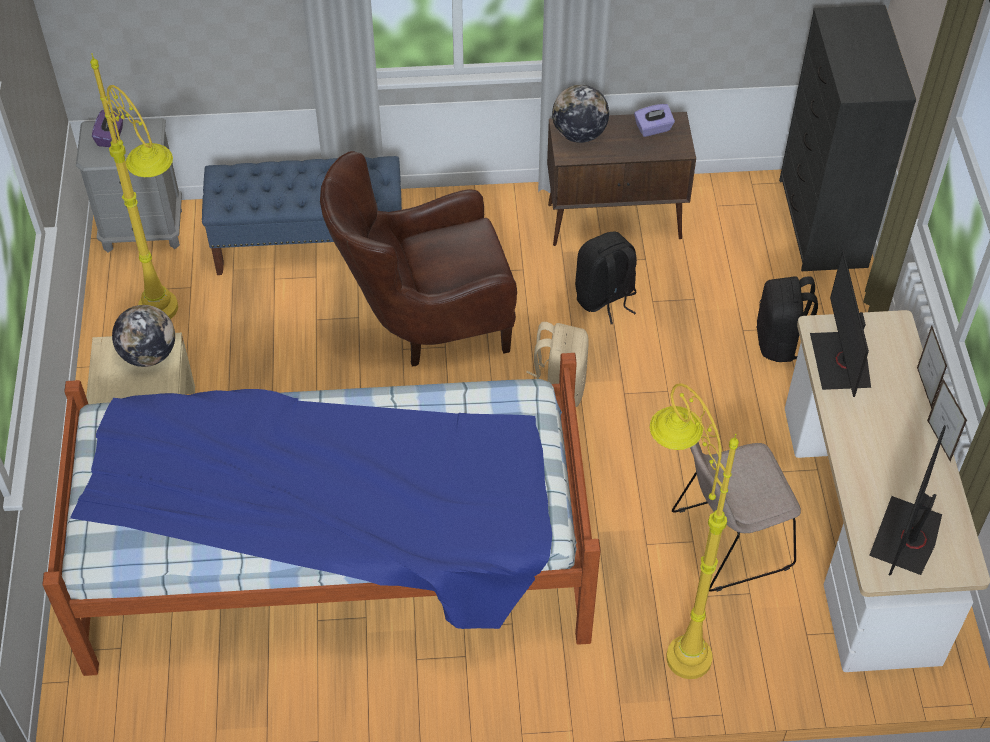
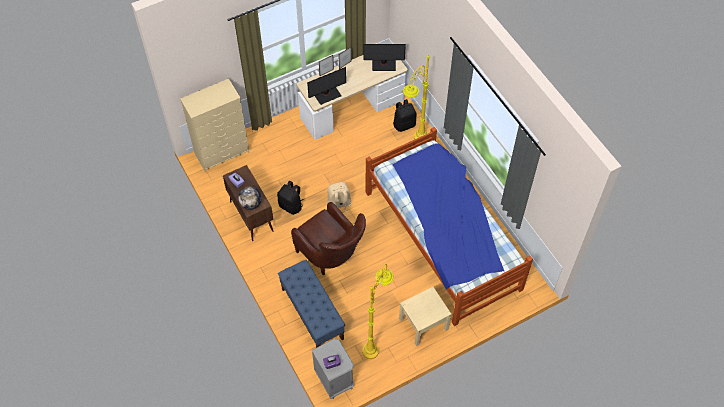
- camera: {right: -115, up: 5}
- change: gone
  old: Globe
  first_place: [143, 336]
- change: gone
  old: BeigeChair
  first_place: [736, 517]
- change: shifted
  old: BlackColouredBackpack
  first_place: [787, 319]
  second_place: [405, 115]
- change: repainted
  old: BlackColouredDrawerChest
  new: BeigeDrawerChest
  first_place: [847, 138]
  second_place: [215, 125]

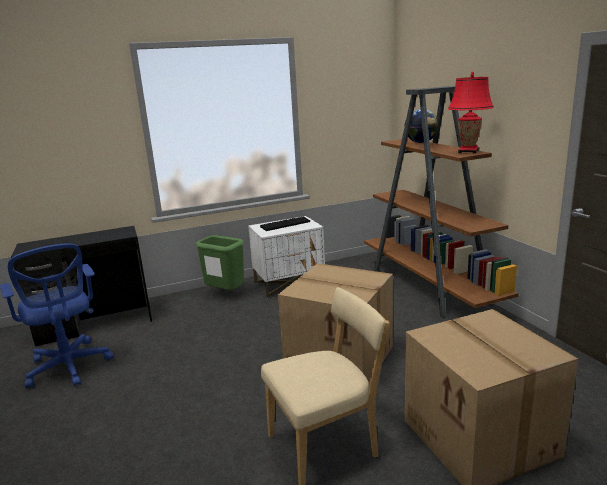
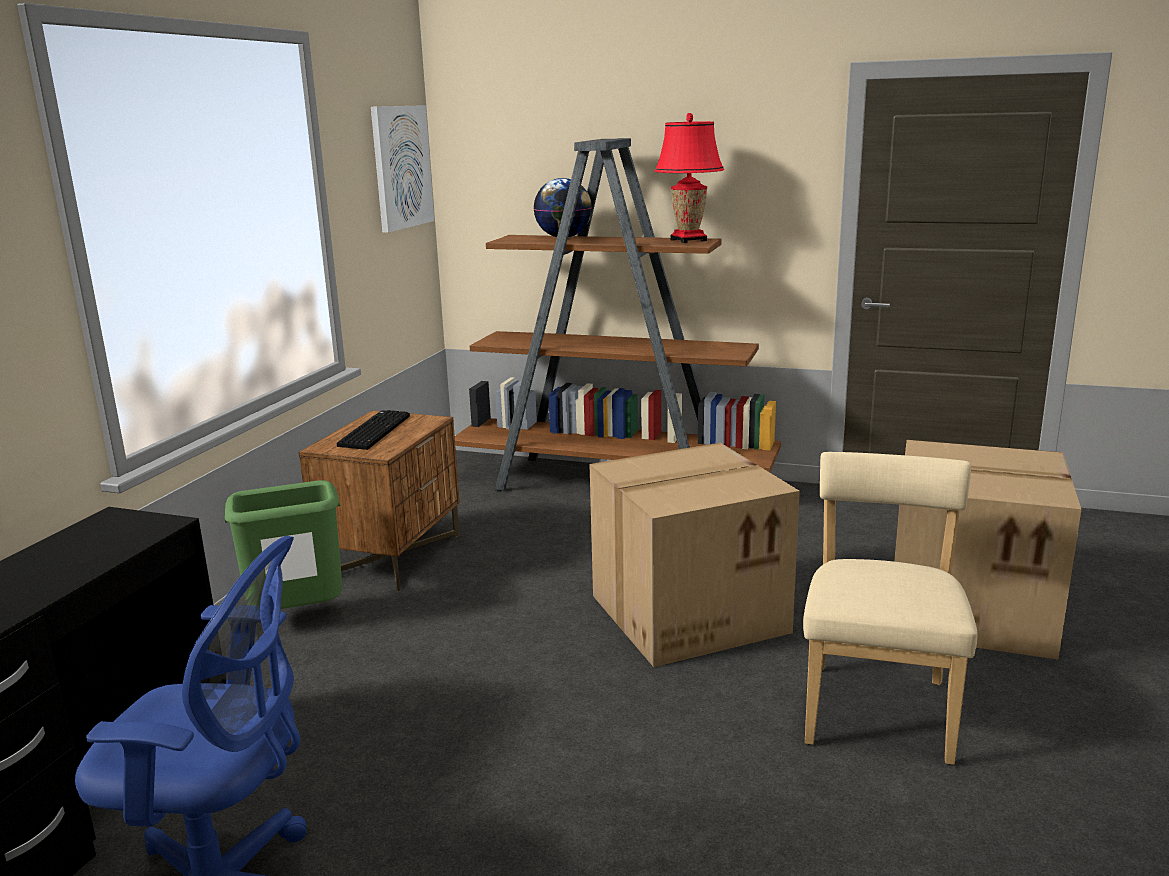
- camera: {right: -50, up: 0}
- change: repainted
  old: WhiteColouredNightTable
  new: BrownishNightTable
  first_place: [286, 257]
  second_place: [379, 501]
- change: new
  new: WallPicture
  second_place: [402, 169]

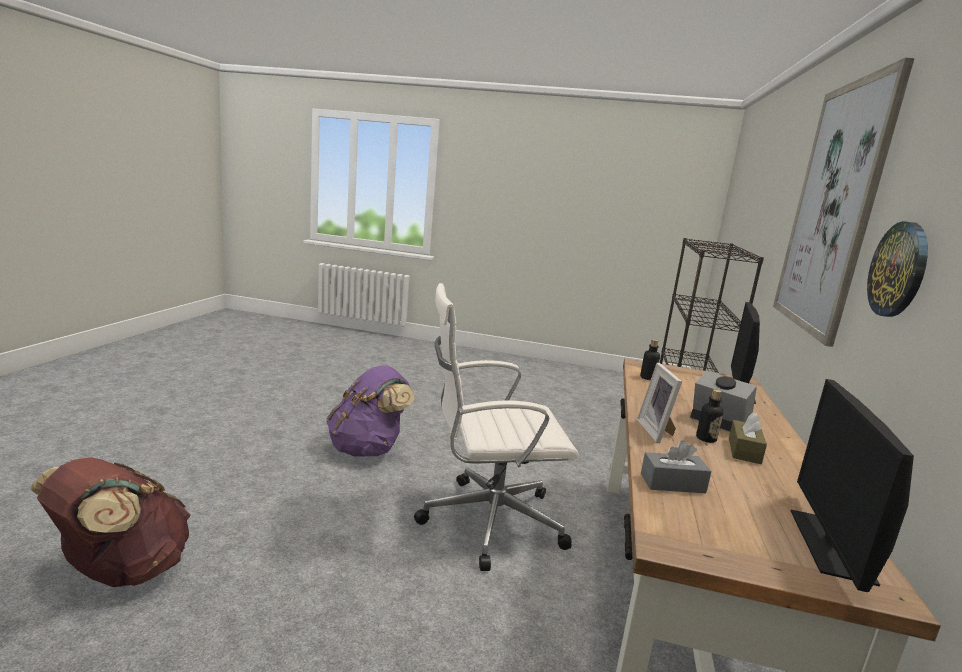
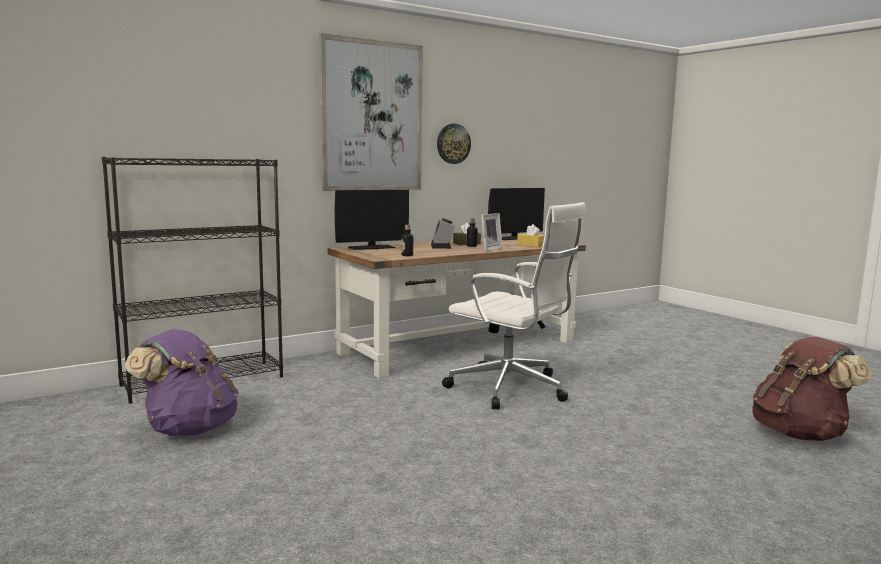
- camera: {right: -135, up: -5}
- change: shifted
  old: PurpleColouredBackpack
  first_place: [370, 411]
  second_place: [182, 382]
- change: repainted
  old: GreyishTissueHolder
  new: YellowishTissueHolder
  first_place: [676, 466]
  second_place: [531, 236]

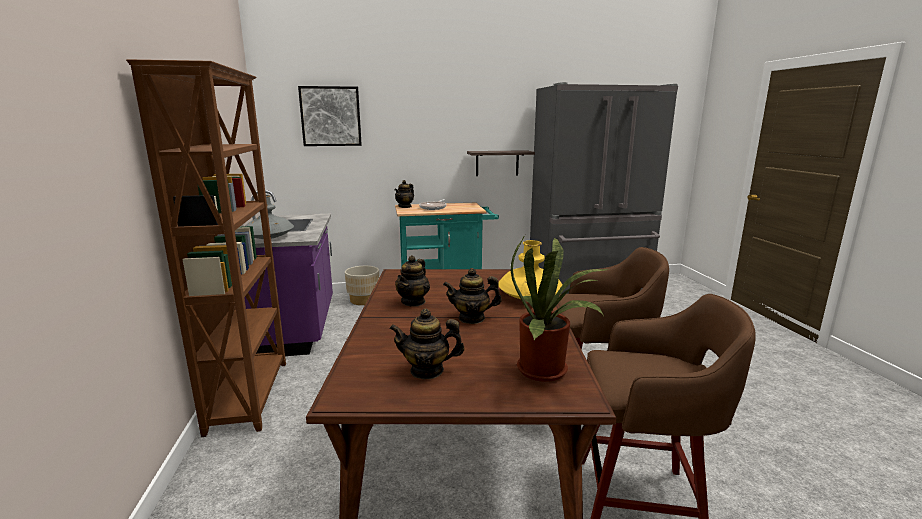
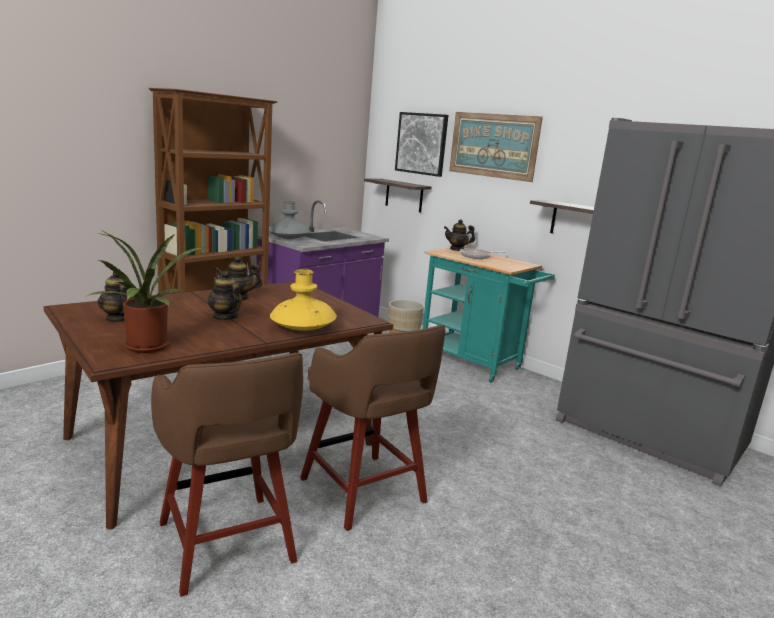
- camera: {right: 50, up: 0}
- change: new
  new: Shelf
  second_place: [398, 195]
- change: new
  new: WallPicture
  second_place: [496, 147]

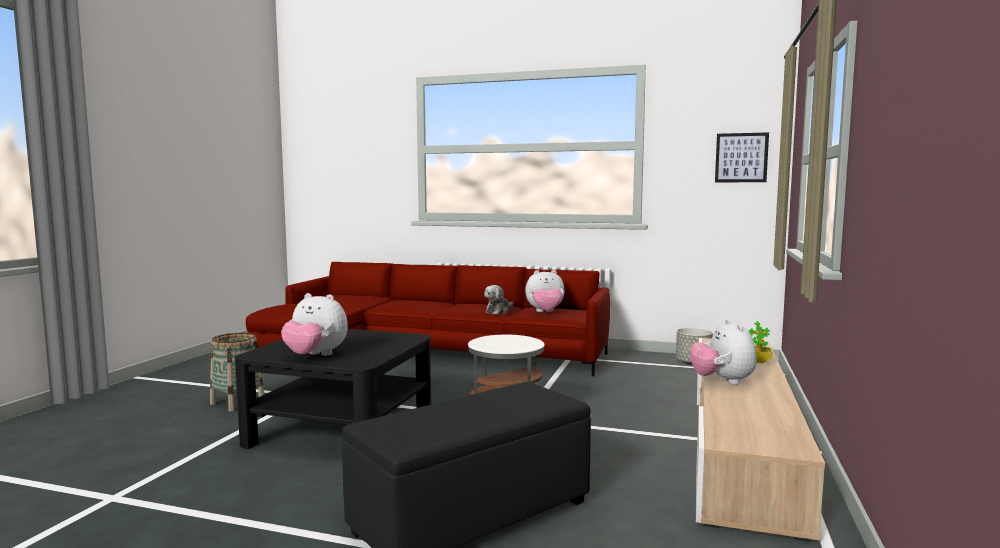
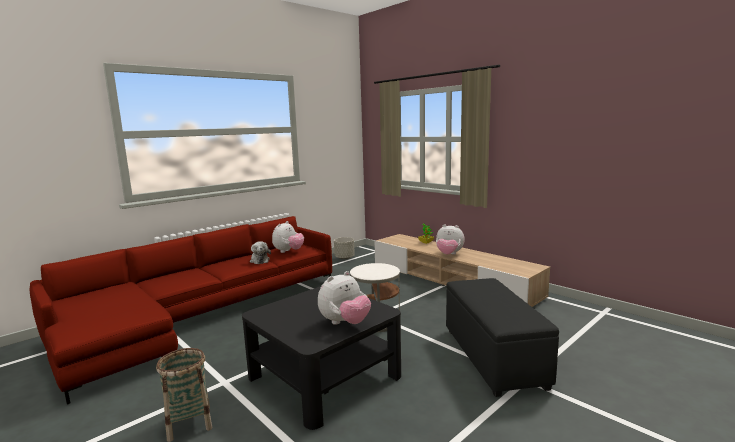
- camera: {right: -60, up: 5}
- change: gone
  old: WallPicture
  first_place: [742, 157]

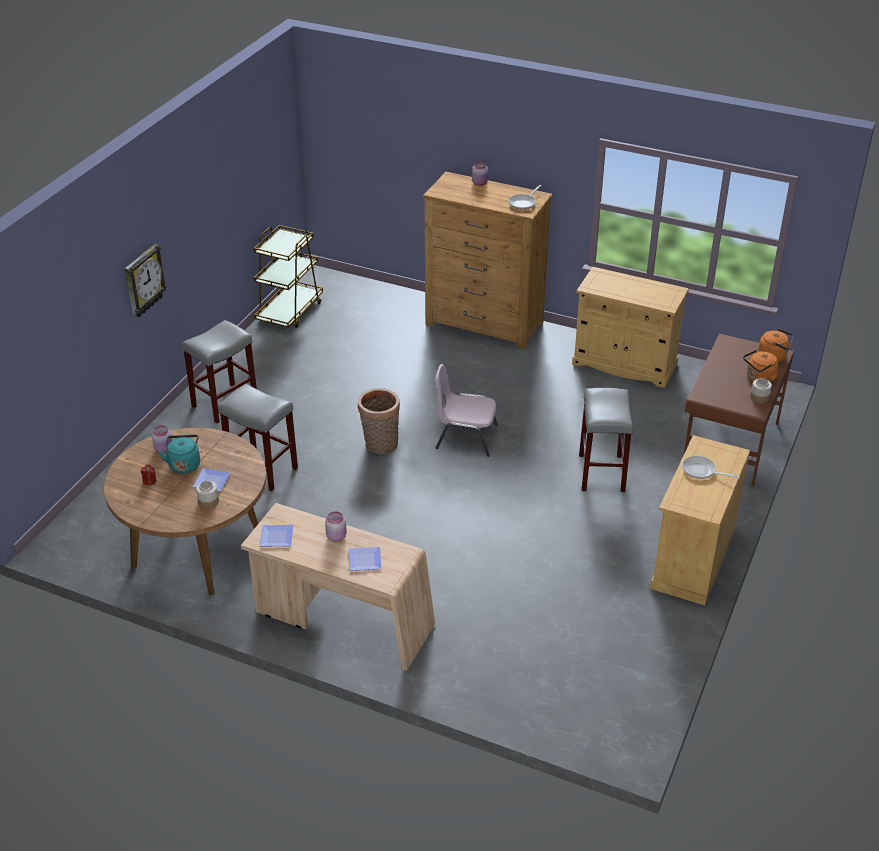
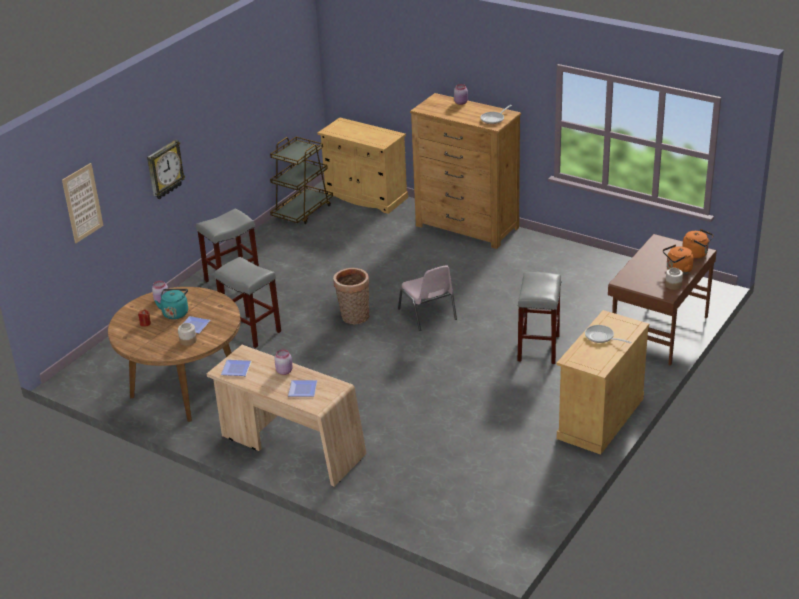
- camera: {right: 10, up: -5}
- change: rotated
  old: PinkColouredChair
  first_place: [466, 410]
  second_place: [427, 298]
  degrees: -135
- change: shifted
  old: BeigeStorageCabinet
  first_place: [630, 327]
  second_place: [363, 166]
- change: new
  new: WallPicture
  second_place: [83, 203]

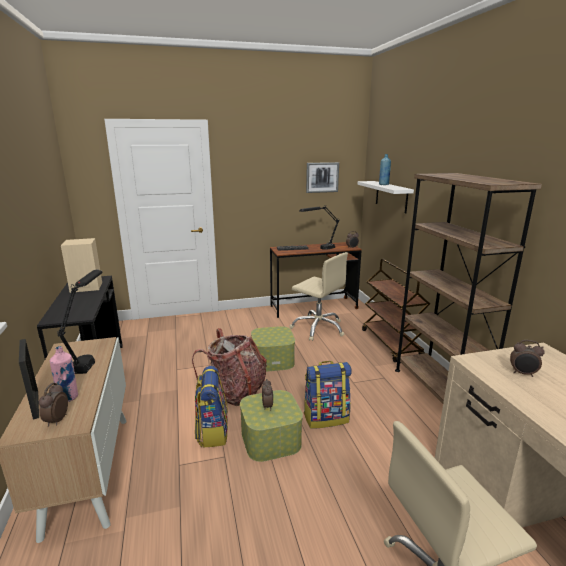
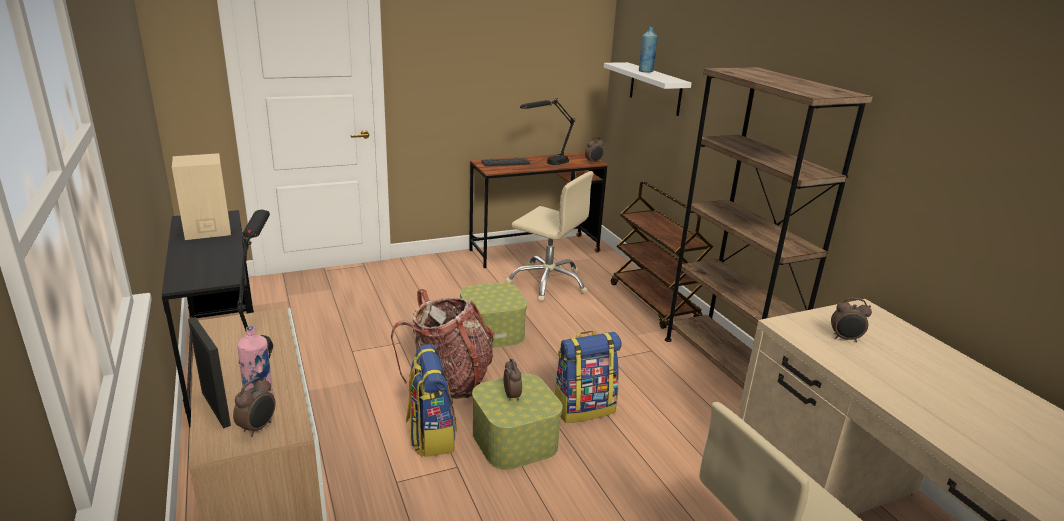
- camera: {right: -10, up: 5}
- change: rotated
  old: TableClock
  first_place: [53, 405]
  second_place: [254, 407]
  degrees: -150
- change: gone
  old: WallPicture
  first_place: [322, 177]

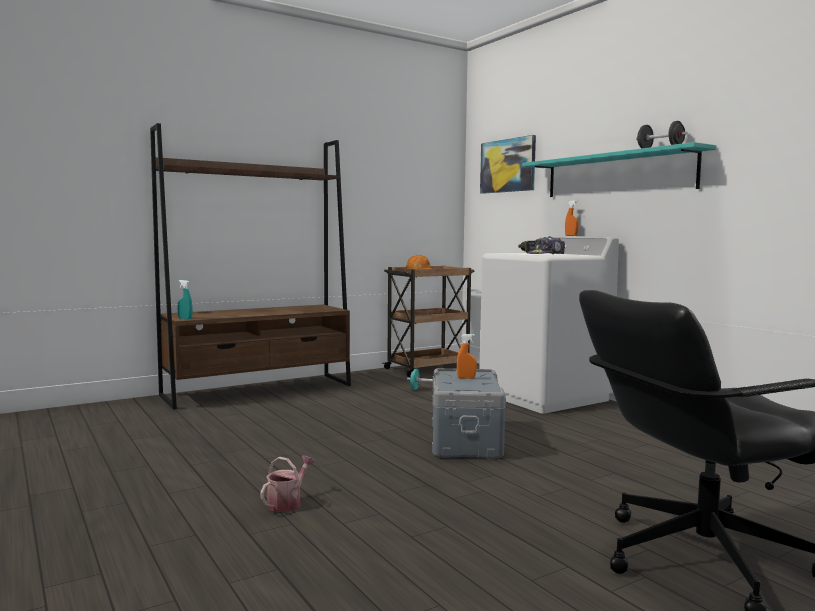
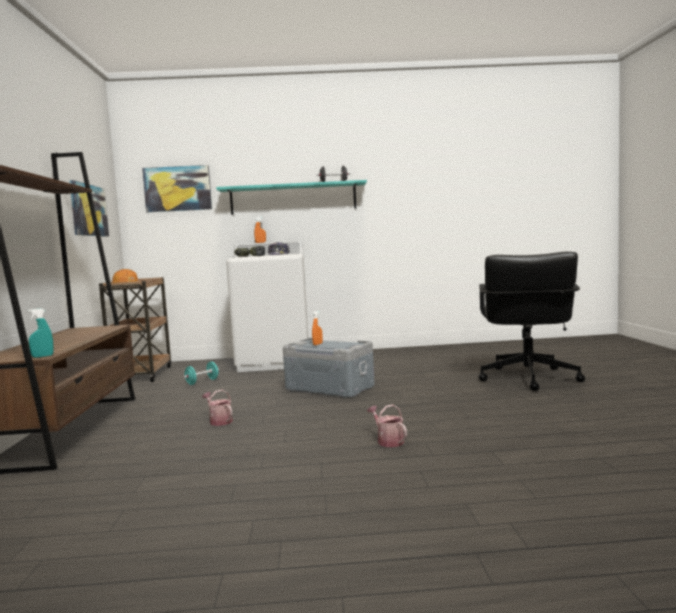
- camera: {right: -60, up: 0}
- change: new
  new: WallPicture
  second_place: [89, 208]
- change: new
  new: WateringPot
  second_place: [217, 408]

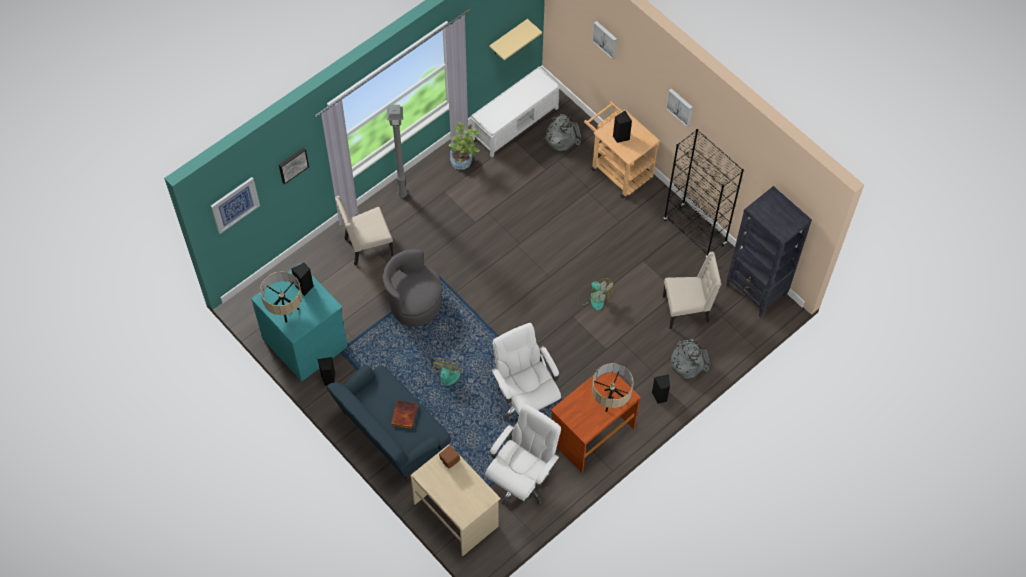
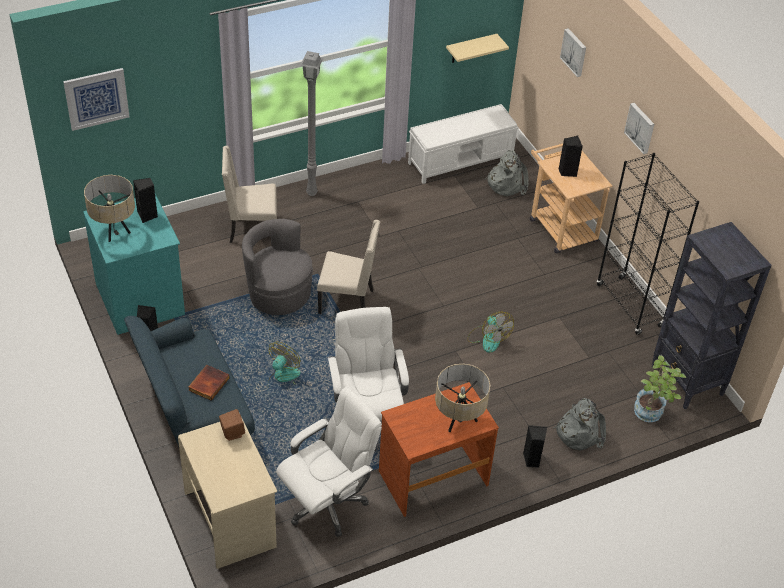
- camera: {right: 15, up: -15}
- change: gone
  old: WallPicture
  first_place: [294, 165]
- change: shifted
  old: PottedPlant
  first_place: [464, 146]
  second_place: [660, 388]
- change: shifted
  old: BeigeChair
  first_place: [692, 290]
  second_place: [348, 267]

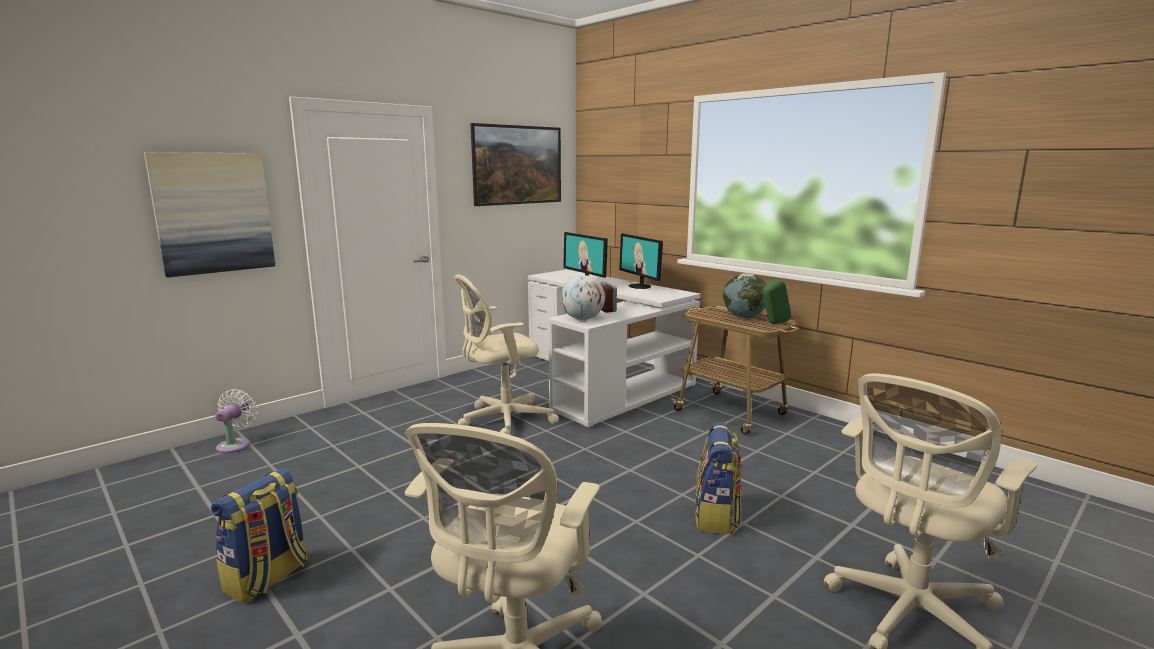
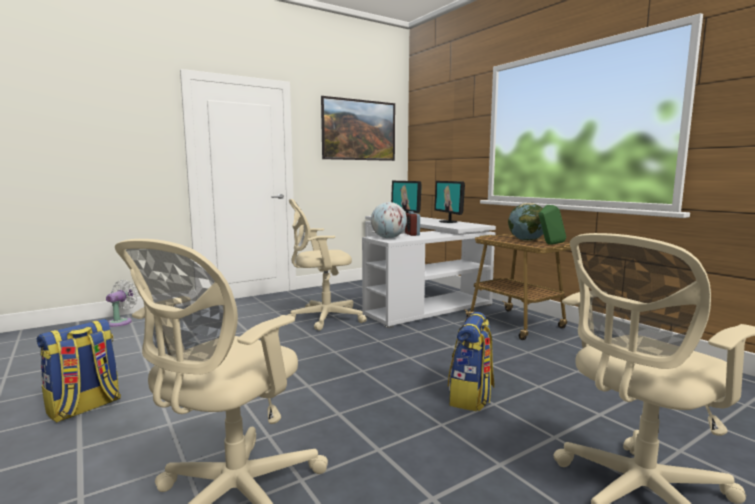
- camera: {right: 10, up: -5}
- change: gone
  old: WallPicture
  first_place: [209, 214]

